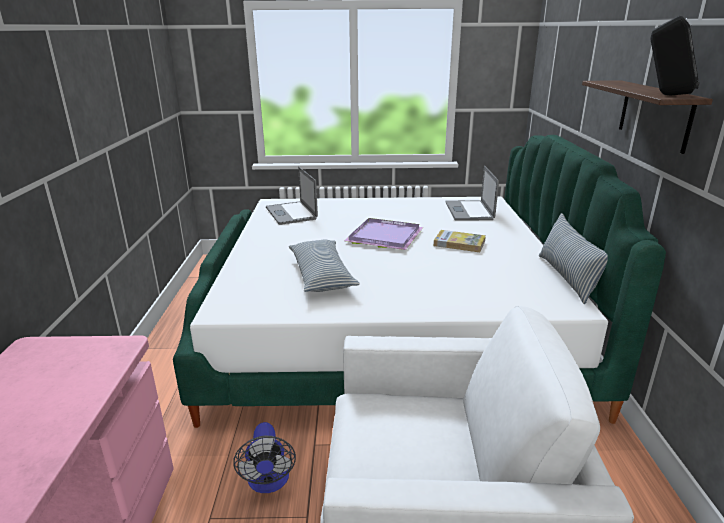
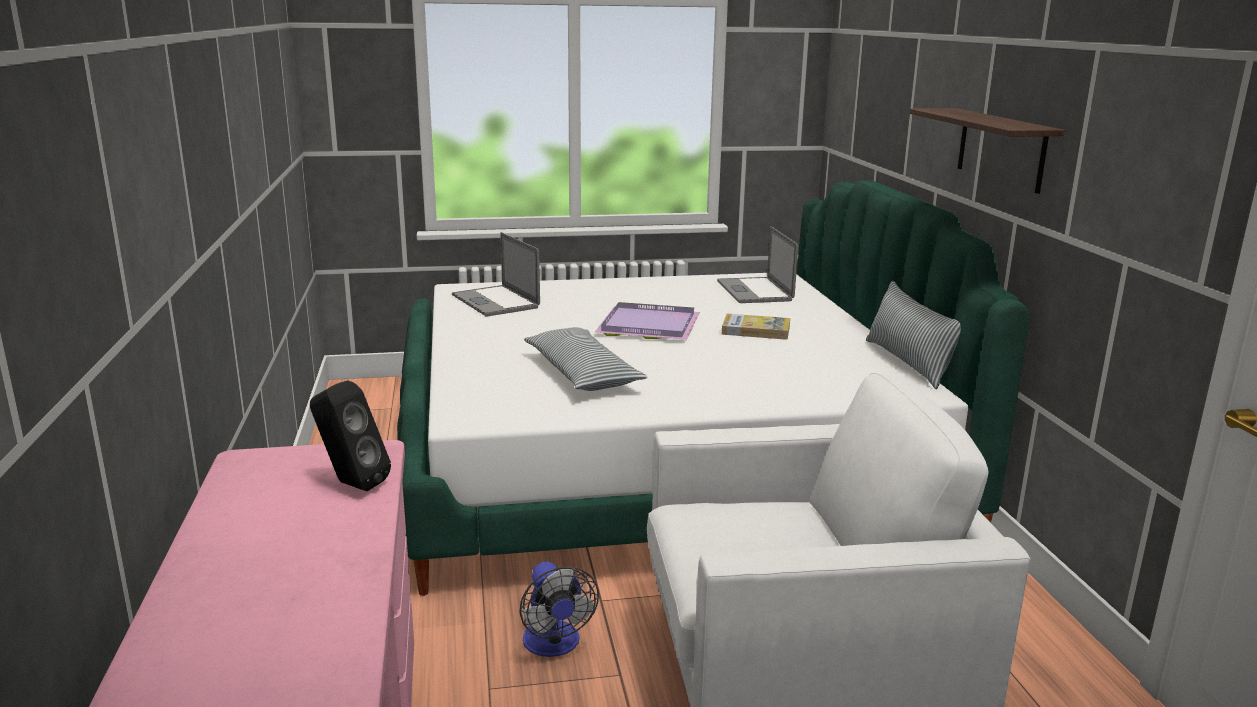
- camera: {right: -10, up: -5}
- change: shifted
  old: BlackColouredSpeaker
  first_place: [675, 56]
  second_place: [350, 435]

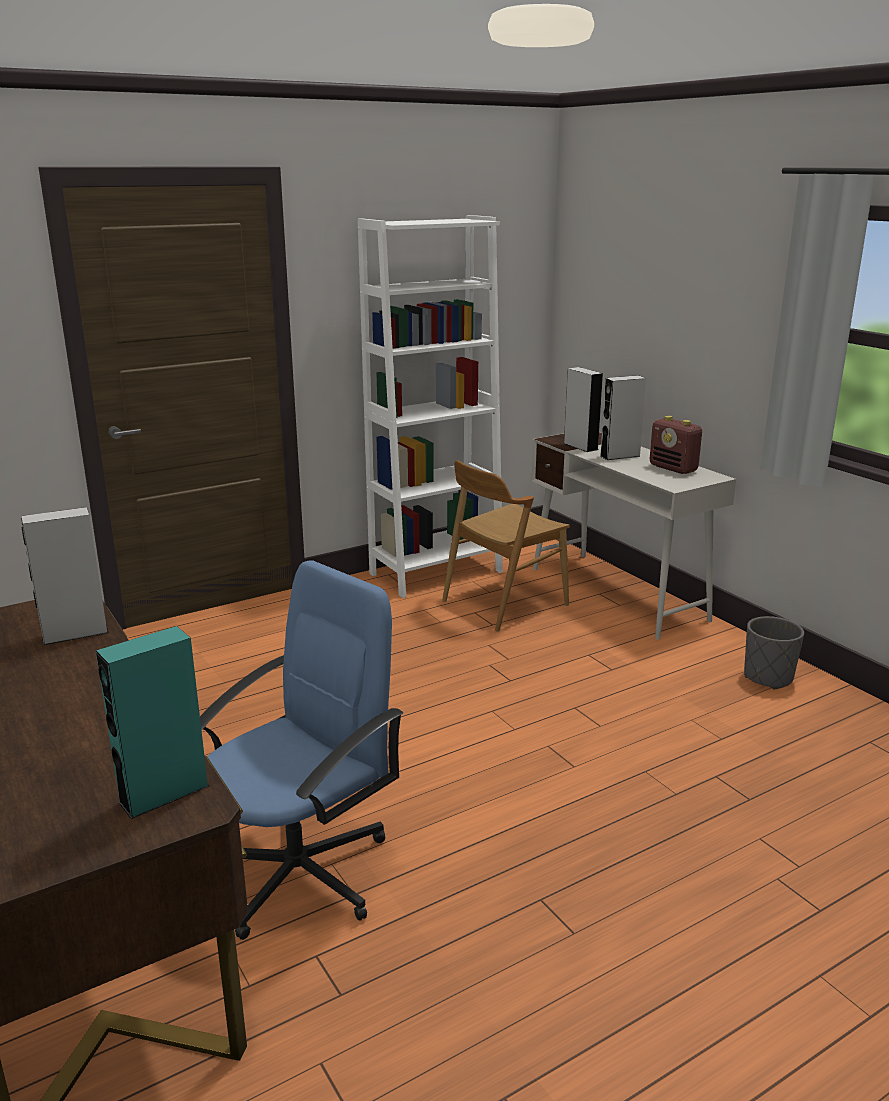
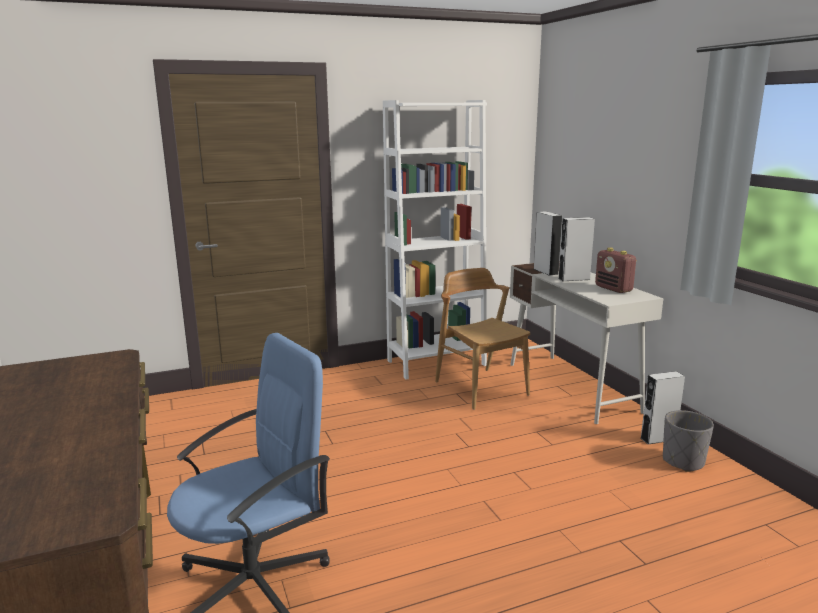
- camera: {right: 10, up: -5}
- change: shifted
  old: GreyishSpeaker
  first_place: [65, 576]
  second_place: [662, 408]
- change: gone
  old: BlueGreenSpeaker
  first_place: [152, 722]
- change: rotated
  old: BrownishChair
  first_place: [506, 545]
  second_place: [482, 339]
  degrees: 90

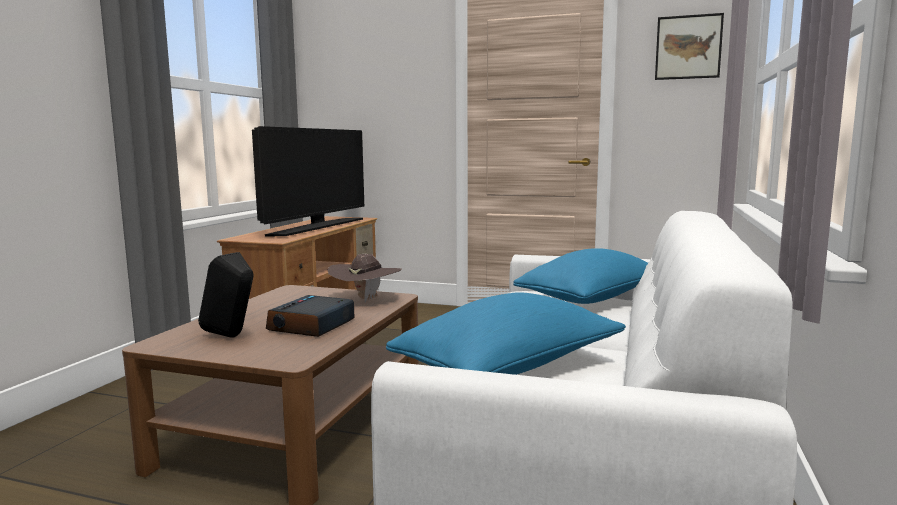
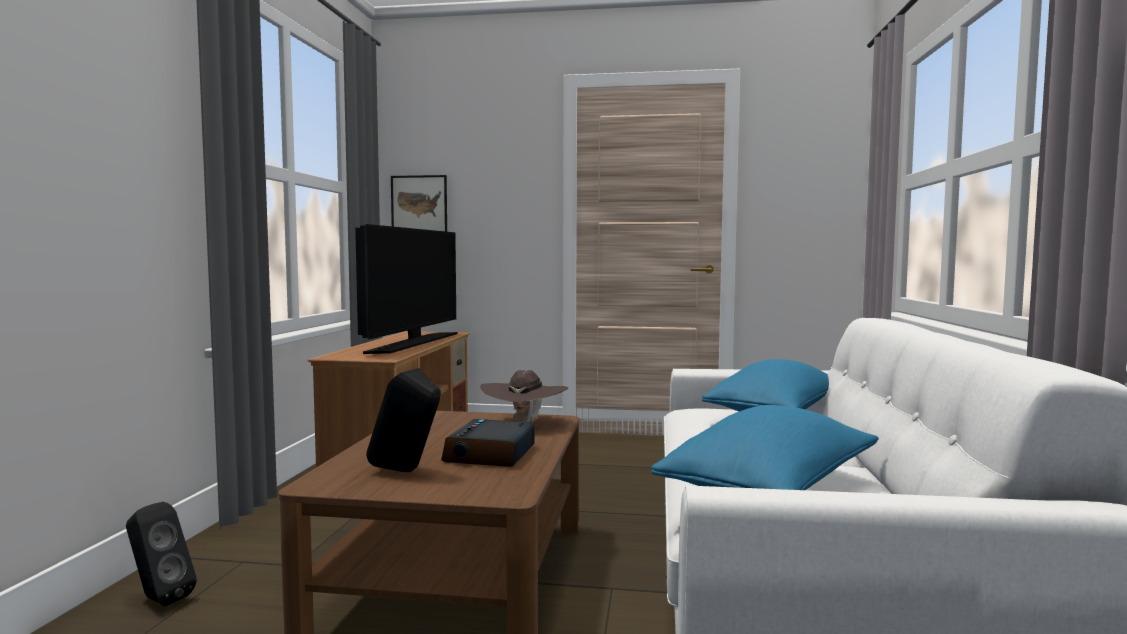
- camera: {right: -10, up: -5}
- change: shifted
  old: WallPicture
  first_place: [689, 46]
  second_place: [419, 203]
- change: new
  new: BlackColouredSpeaker
  second_place: [161, 554]

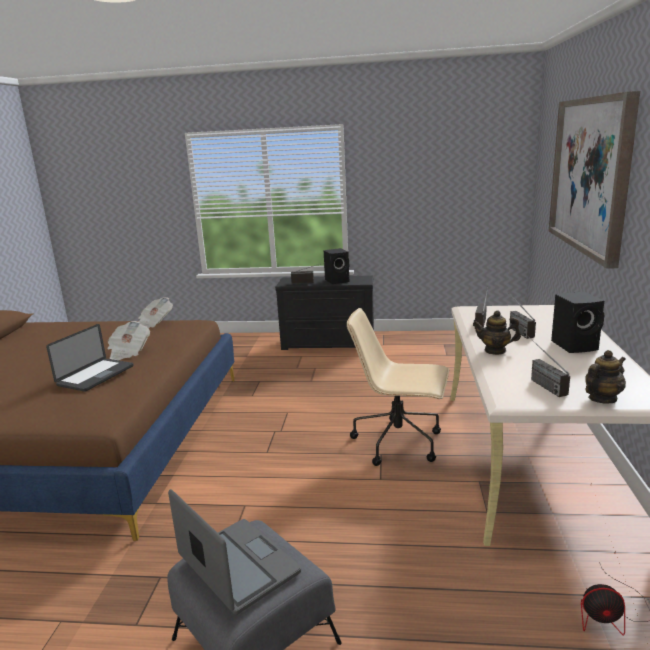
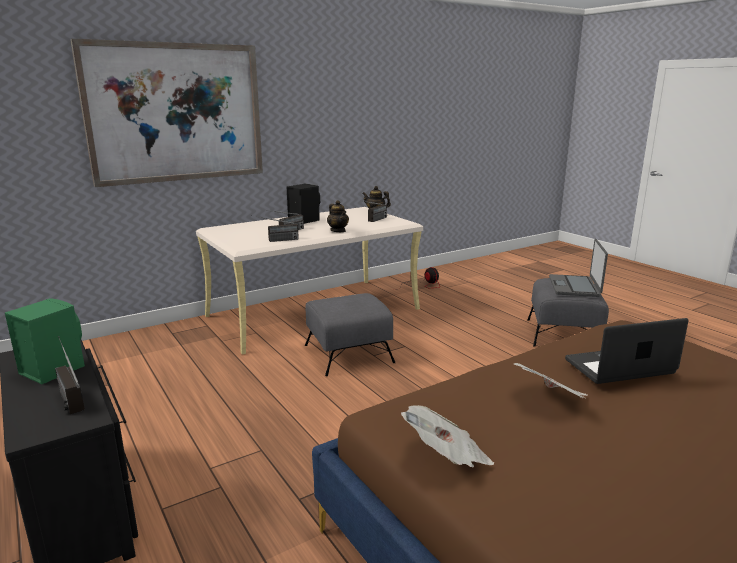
- camera: {right: -130, up: 0}
- change: repainted
  old: BlackColouredSpeaker
  new: GreenColouredSpeaker
  first_place: [336, 266]
  second_place: [45, 341]
- change: swapped
  old: BeigeComputerChair
  new: GreyishFootrest
  first_place: [398, 387]
  second_place: [350, 334]

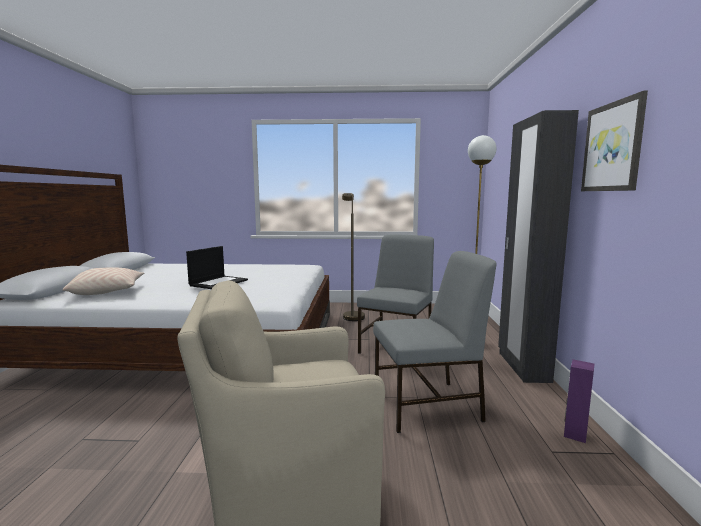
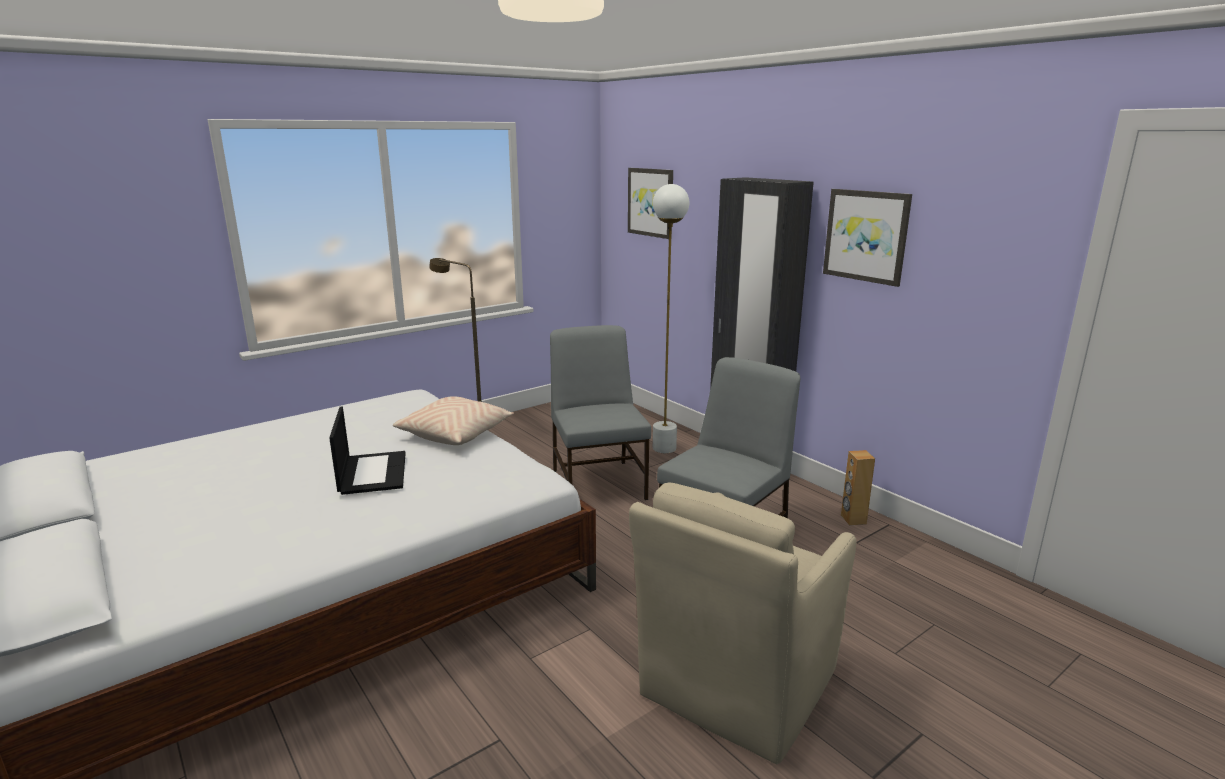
- camera: {right: -40, up: 10}
- change: shifted
  old: BeigePillow
  first_place: [103, 281]
  second_place: [453, 420]
- change: repainted
  old: PurpleColouredSpeaker
  new: BrownishSpeaker
  first_place: [579, 401]
  second_place: [858, 487]
- change: new
  new: WallPicture
  second_place: [650, 203]

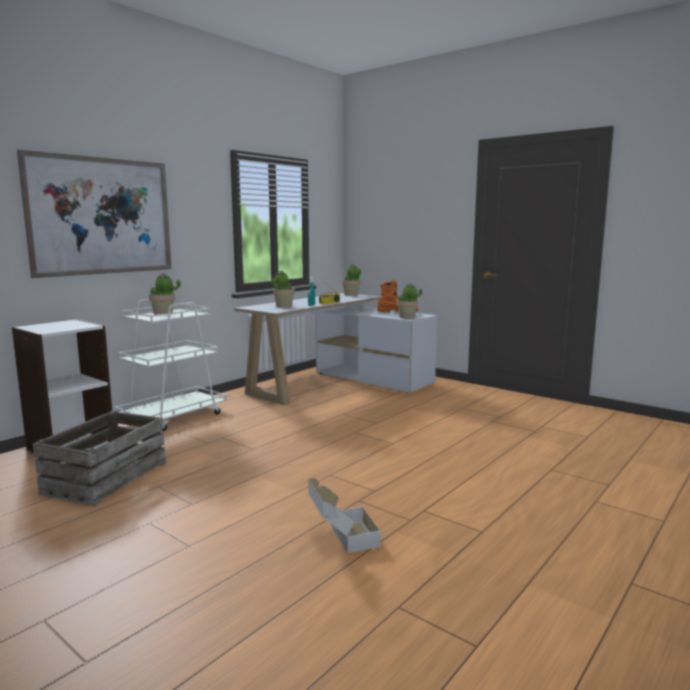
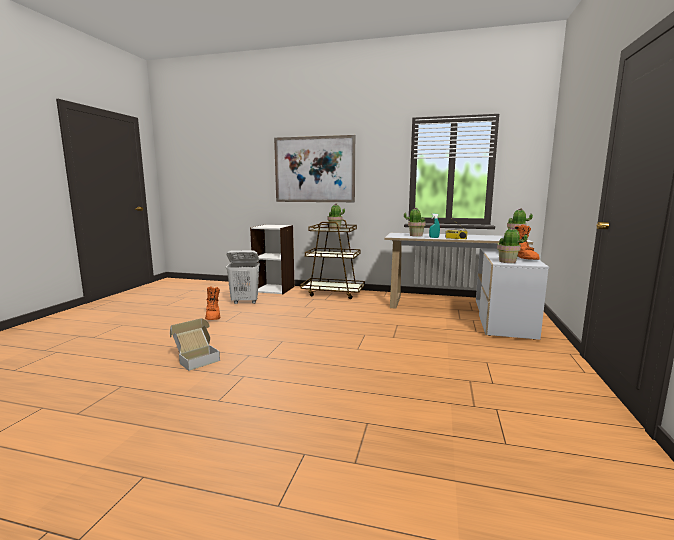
- camera: {right: 65, up: 0}
- change: swapped
  old: ShippingCrate
  new: WhiteColouredLaundryBasket
  first_place: [100, 458]
  second_place: [243, 277]
- change: repainted
  old: WhiteColouredCart
  new: BrownishCart
  first_place: [171, 365]
  second_place: [332, 259]
- change: new
  new: OrangeColouredHighTopBoot
  second_place: [212, 303]

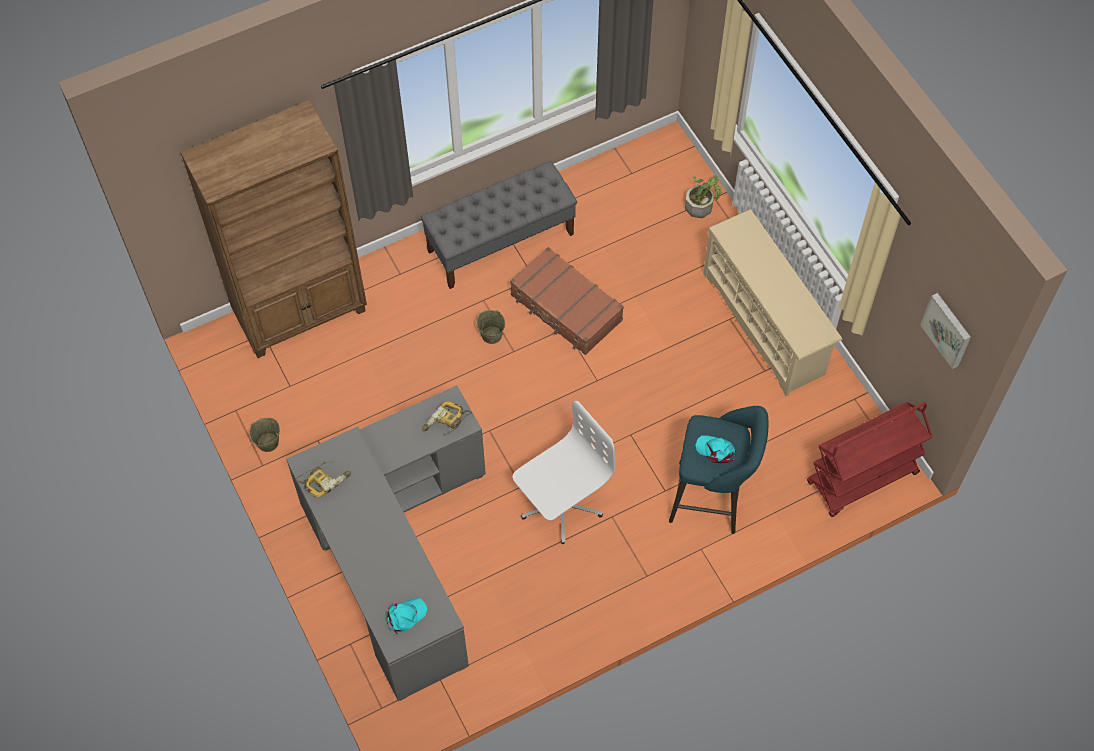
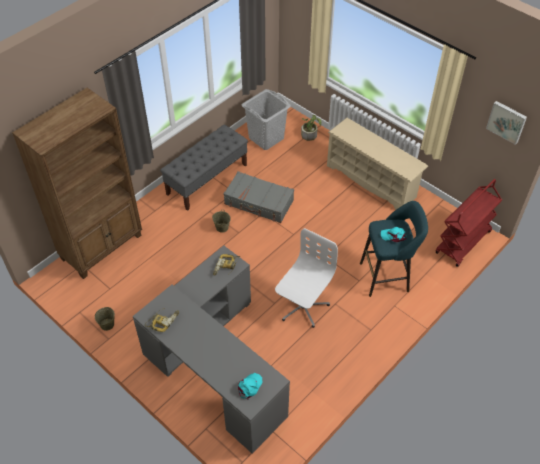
- camera: {right: -20, up: -10}
- change: repainted
  old: BrownishPieceOfLuggage
  new: GreyishPieceOfLuggage
  first_place: [567, 301]
  second_place: [259, 197]
- change: new
  new: GreyishLaundryBasket
  second_place: [266, 119]

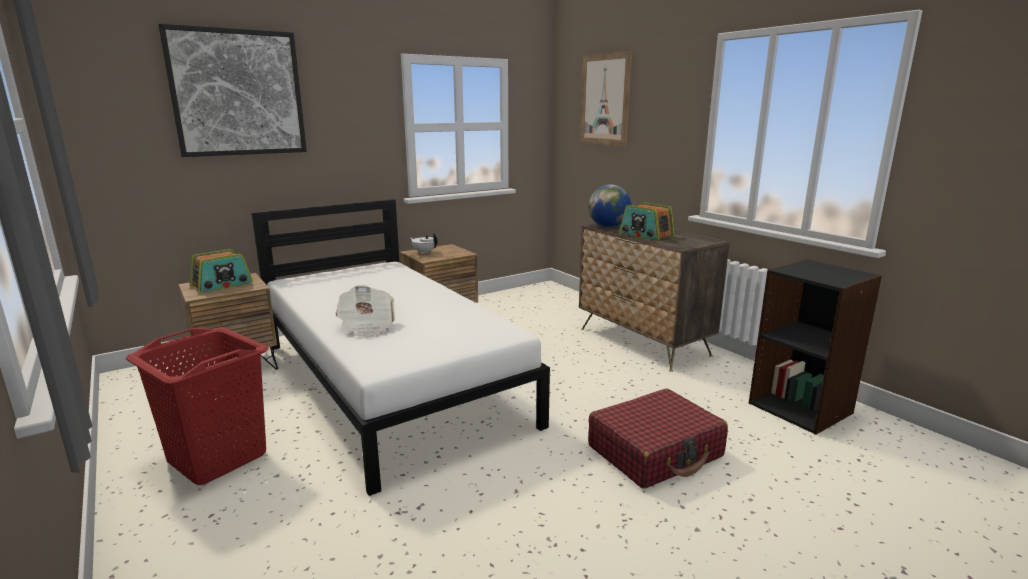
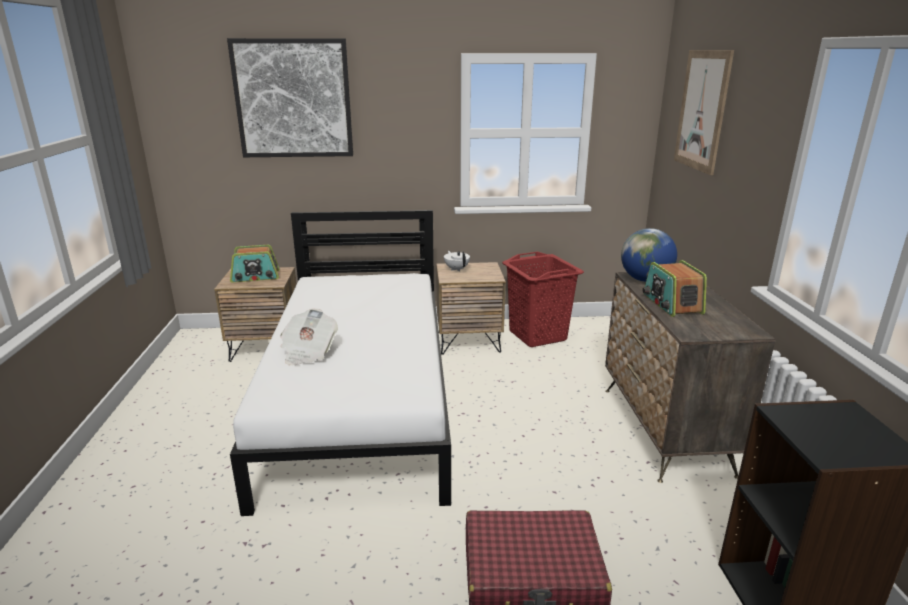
- camera: {right: 30, up: 5}
- change: shifted
  old: RedColouredLaundryBasket
  first_place: [197, 406]
  second_place: [543, 299]

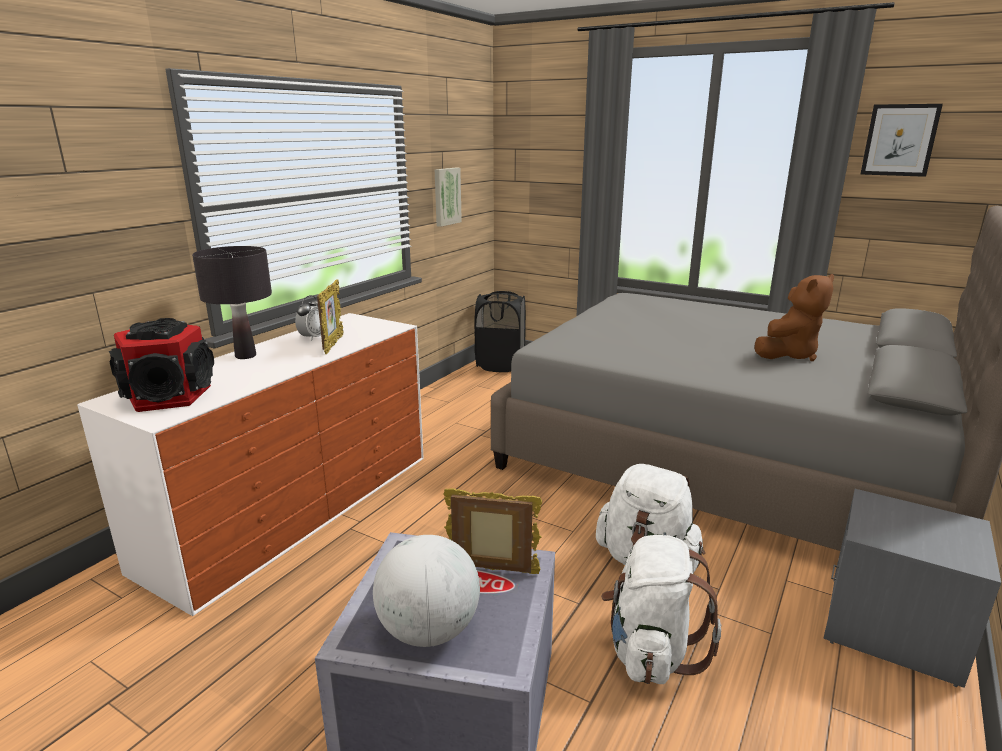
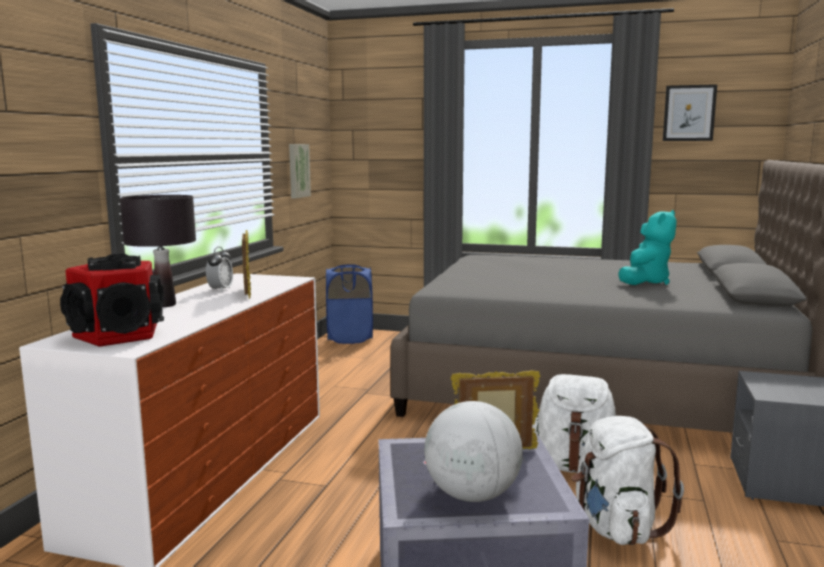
- camera: {right: -15, up: -10}
- change: repainted
  old: BlackColouredLaundryBasket
  new: BluishLaundryBasket
  first_place: [500, 331]
  second_place: [349, 304]
- change: repainted
  old: BrownishSoftToy
  new: BlueGreenSoftToy
  first_place: [794, 317]
  second_place: [647, 247]

